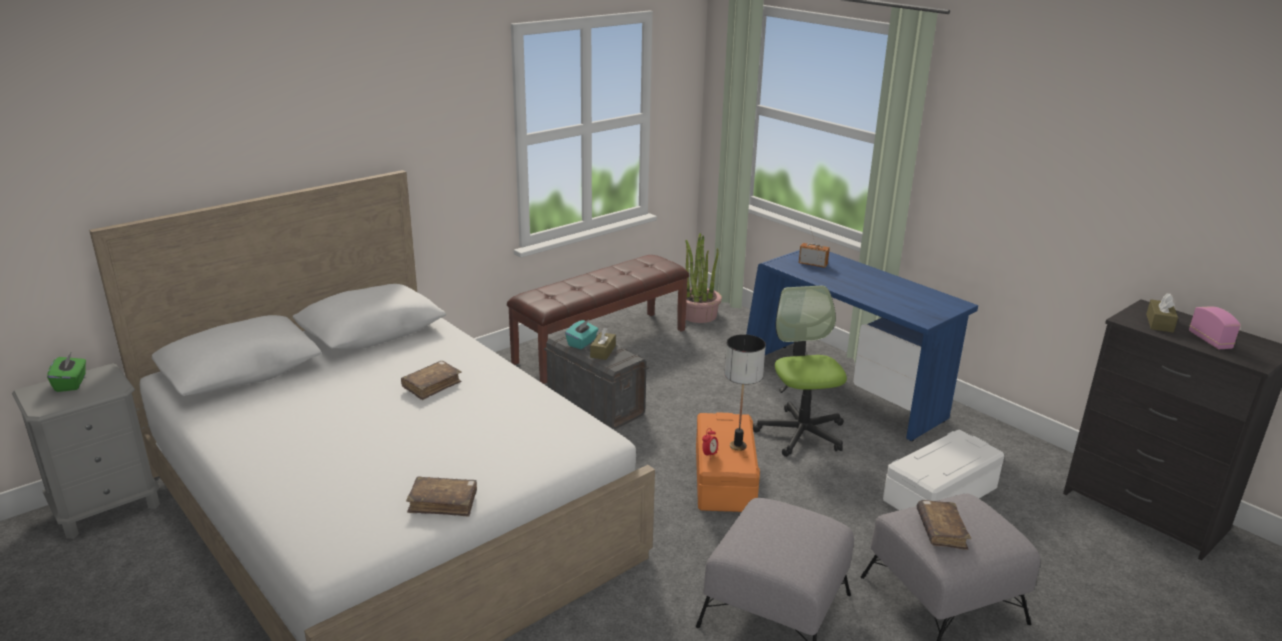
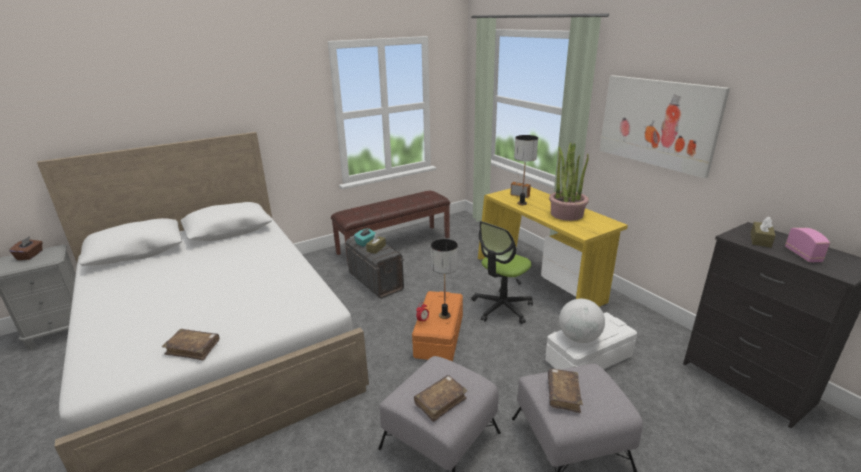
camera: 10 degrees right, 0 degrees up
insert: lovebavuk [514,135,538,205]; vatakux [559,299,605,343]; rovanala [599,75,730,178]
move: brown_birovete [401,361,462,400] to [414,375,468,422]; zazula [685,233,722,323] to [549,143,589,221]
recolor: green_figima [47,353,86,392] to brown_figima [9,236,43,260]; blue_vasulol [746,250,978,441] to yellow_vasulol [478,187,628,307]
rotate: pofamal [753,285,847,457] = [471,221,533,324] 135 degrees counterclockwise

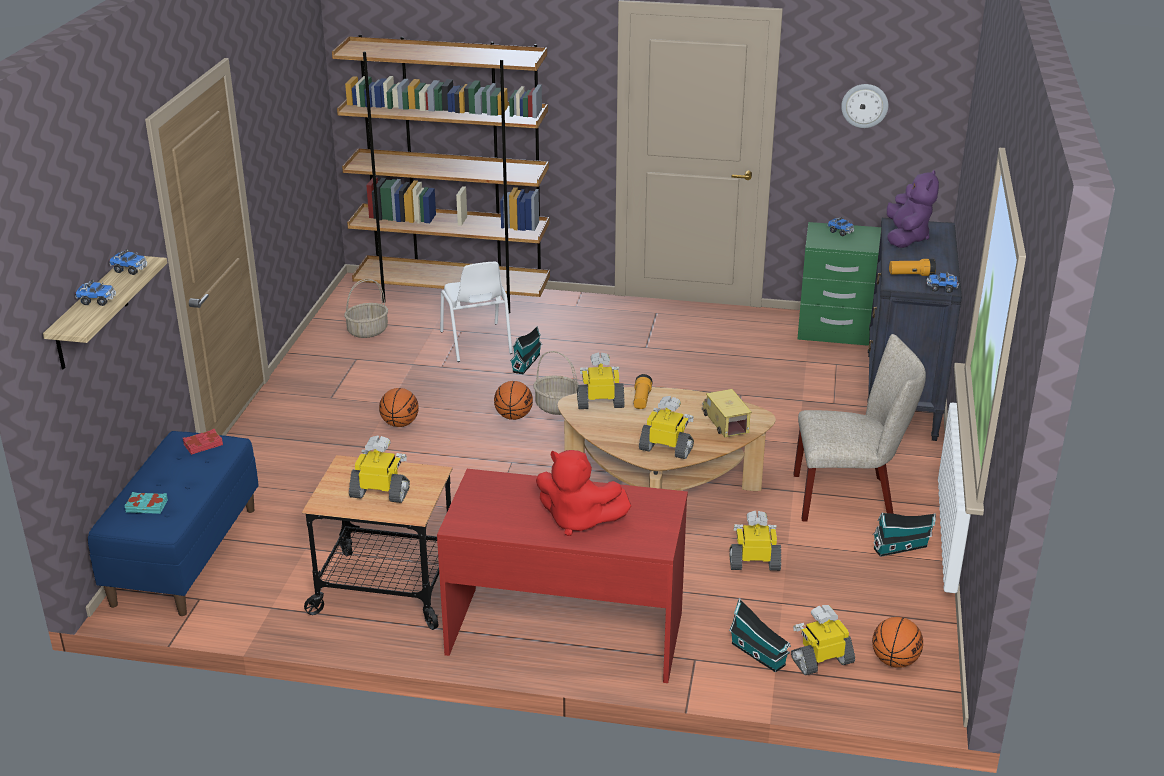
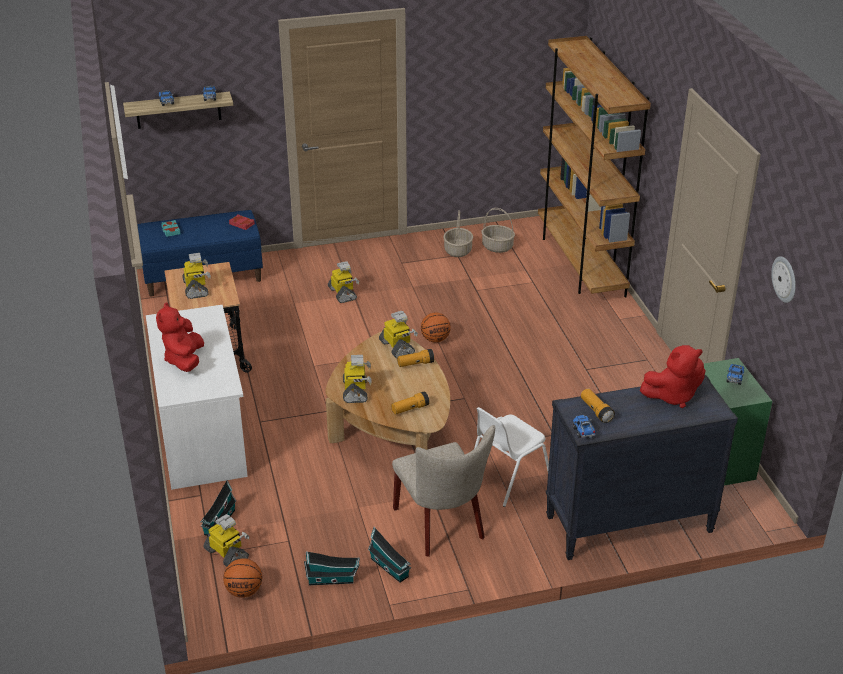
camera: 65 degrees right, 5 degrees up
delete: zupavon [379,388,419,427]
move: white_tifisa [440,262,513,362] to [474,407,549,507]; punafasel [510,326,542,374] to [304,552,360,585]; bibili [534,351,579,415] to [443,211,473,257]; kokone [729,511,781,571] to [328,261,359,303]
replace: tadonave [702,389,752,437] to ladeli [391,391,430,415]
recolor: red_vasulol [437,469,688,683] to white_vasulol [146,305,248,490]; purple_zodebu [887,170,939,248] to red_zodebu [640,345,706,408]

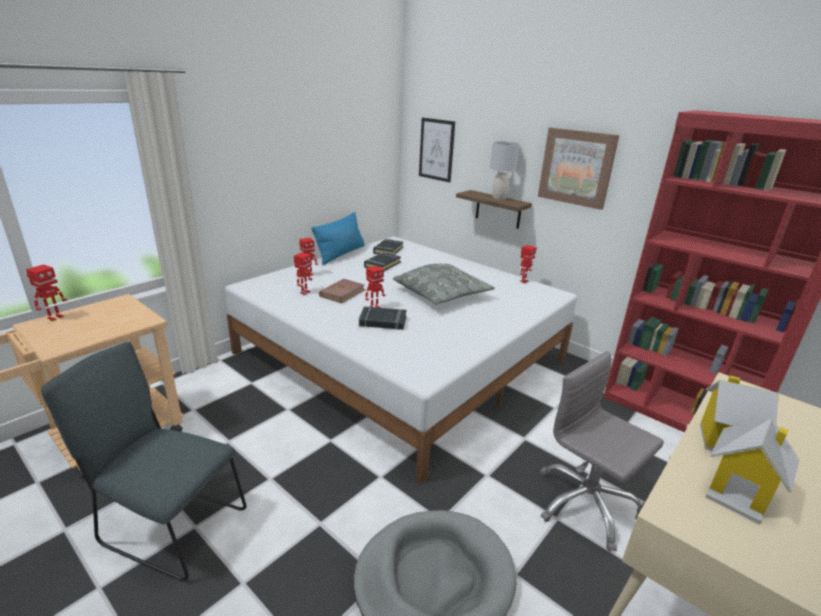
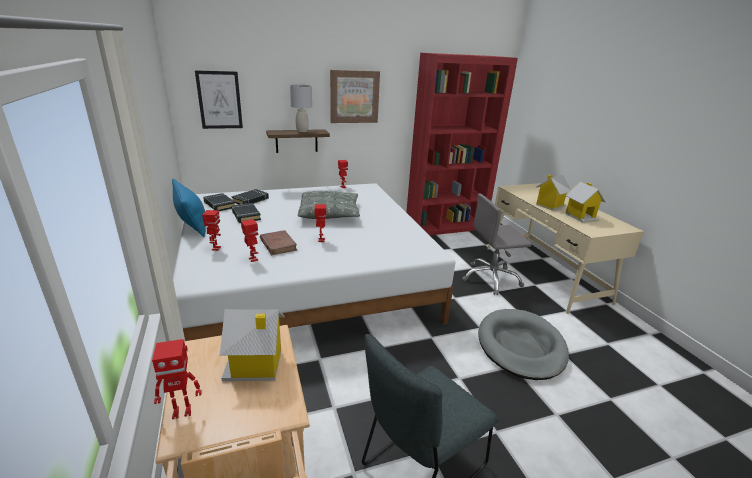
camera: 60 degrees left, 0 degrees up
insert: punafasel [220,309,284,381]
move: black_birovete [359,307,407,330] to [231,189,269,204]
rotate: kokone [26,264,67,321] = [152,339,202,419] 105 degrees clockwise

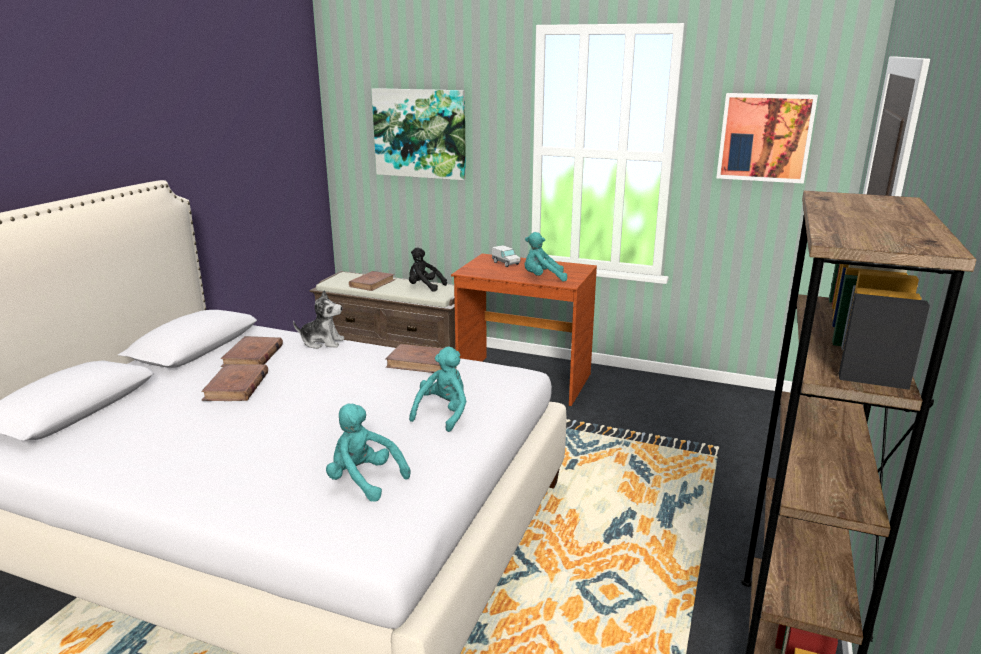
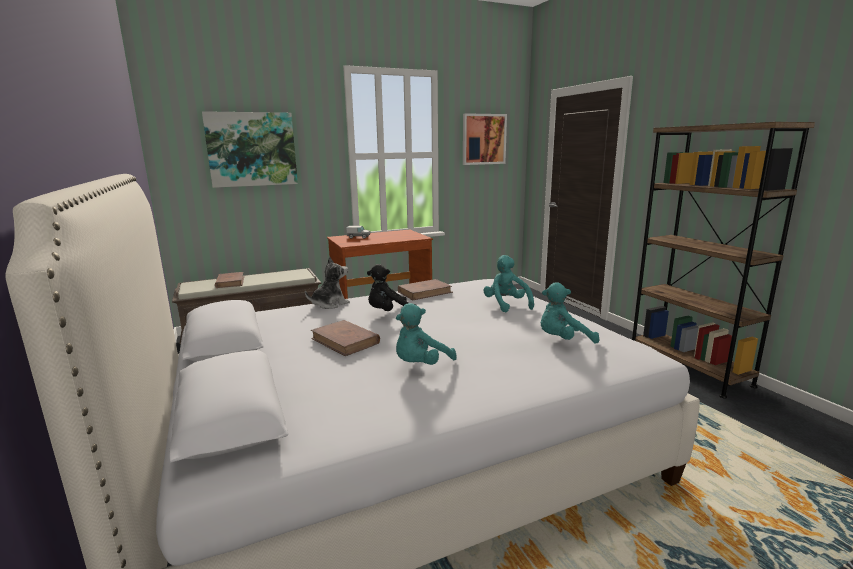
camera: 45 degrees left, 5 degrees down
delete: brown_birovete [221,336,283,367]
move: black_zodebu [409,248,447,292] to [367,264,416,311]; turquoise_zodebu [524,232,567,282] to [396,303,457,365]

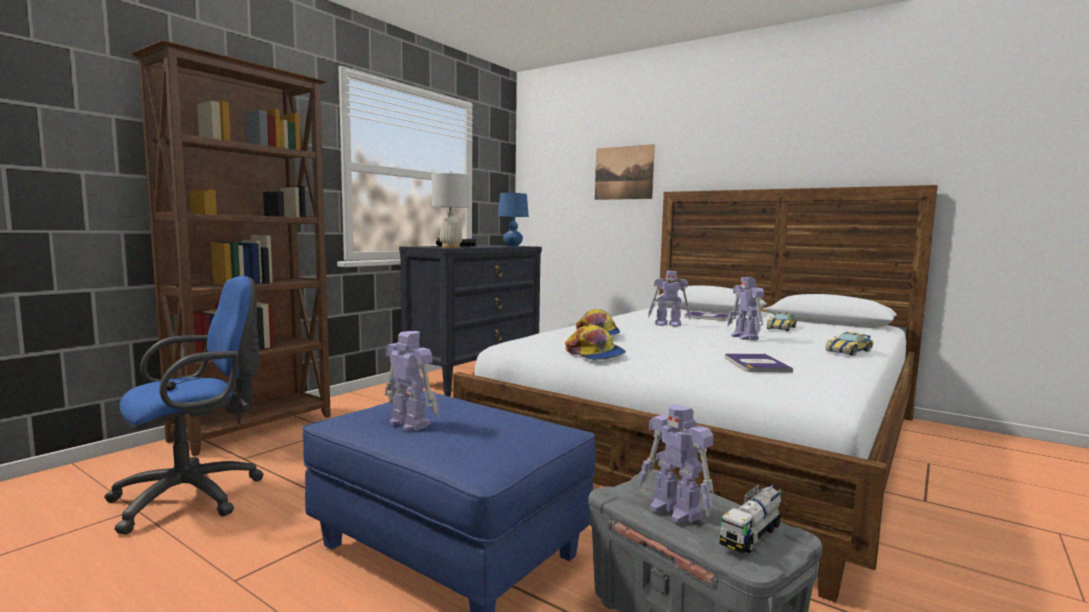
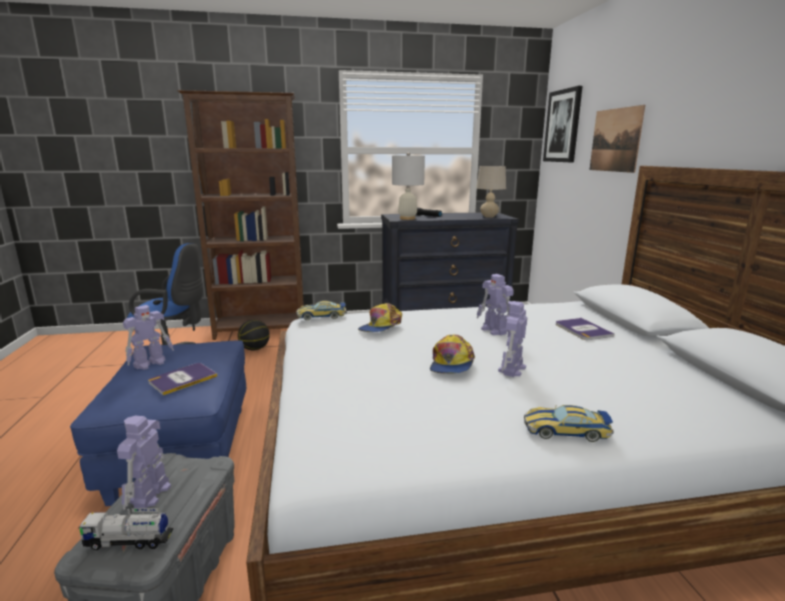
camera: 45 degrees right, 10 degrees up
insert: zupavon [238,320,270,350]; rovanala [543,86,583,162]
move: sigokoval [565,325,626,360] to [430,335,475,374]; birovete [725,353,793,373] to [148,363,217,395]; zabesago [767,313,797,331] to [296,301,347,320]
recolor: blue_lovebavuk [498,193,529,246] to beige_lovebavuk [476,166,506,218]
rotate: kokone [385,331,439,431] = [123,305,174,370] 45 degrees clockwise

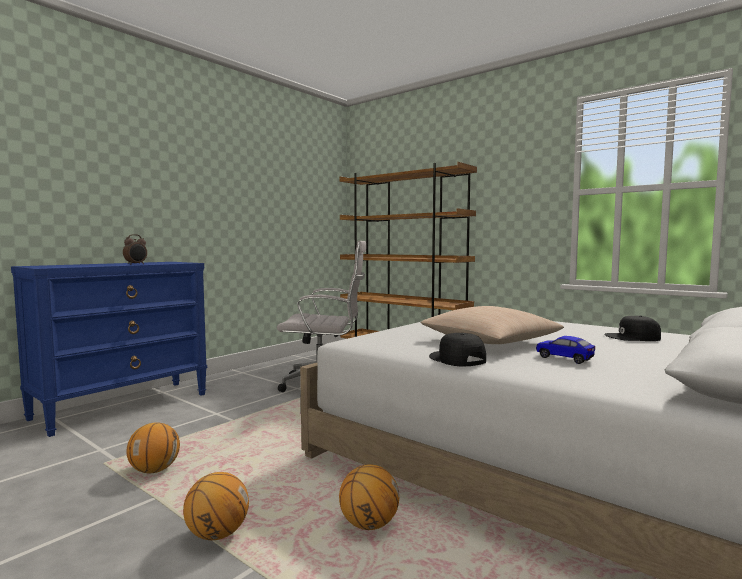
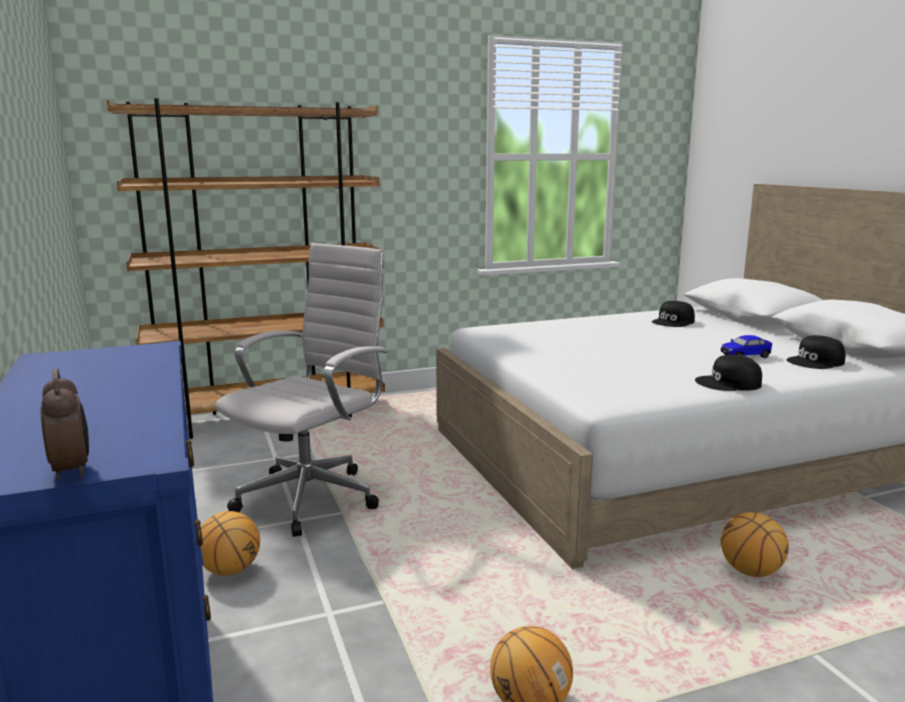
camera: 60 degrees left, 10 degrees up
delete: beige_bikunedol [421,306,564,344]
insert: black_sigokoval [786,335,845,369]
move: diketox [123,234,147,264] to [40,369,89,479]; zupavon [183,472,249,540] to [200,511,260,576]

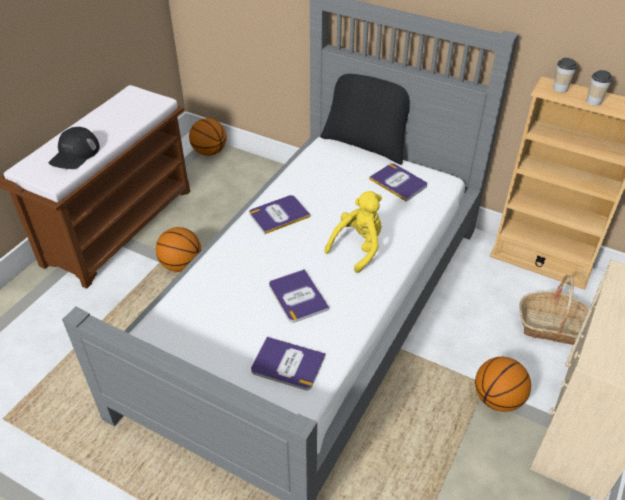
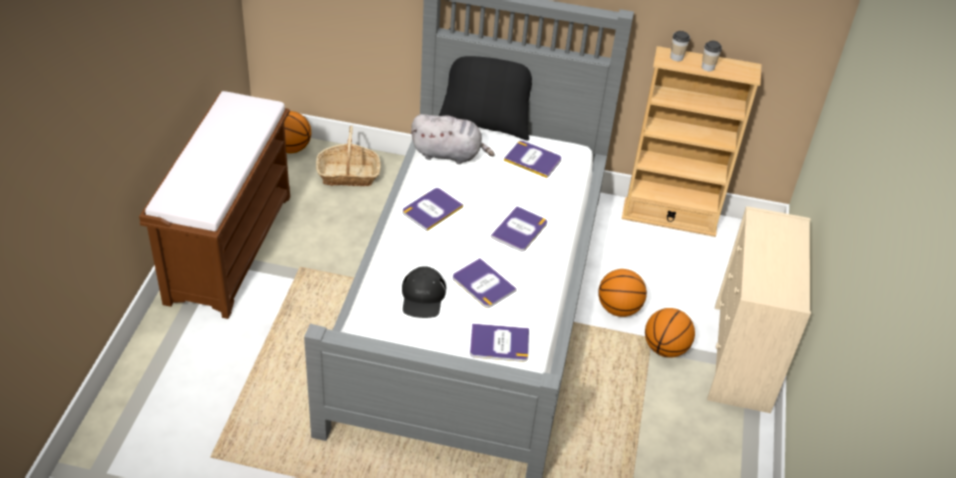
camera: 20 degrees left, 0 degrees up
insert: grey_zodebu [411,114,495,164]
move: black_sigokoval [49,127,100,169] to [402,266,446,318]; zupavon [156,227,201,272] to [598,269,647,317]; bibili [520,275,589,345] to [316,125,381,186]
replace: yellow_zodebu [324,191,382,273] to birovete [491,206,547,251]

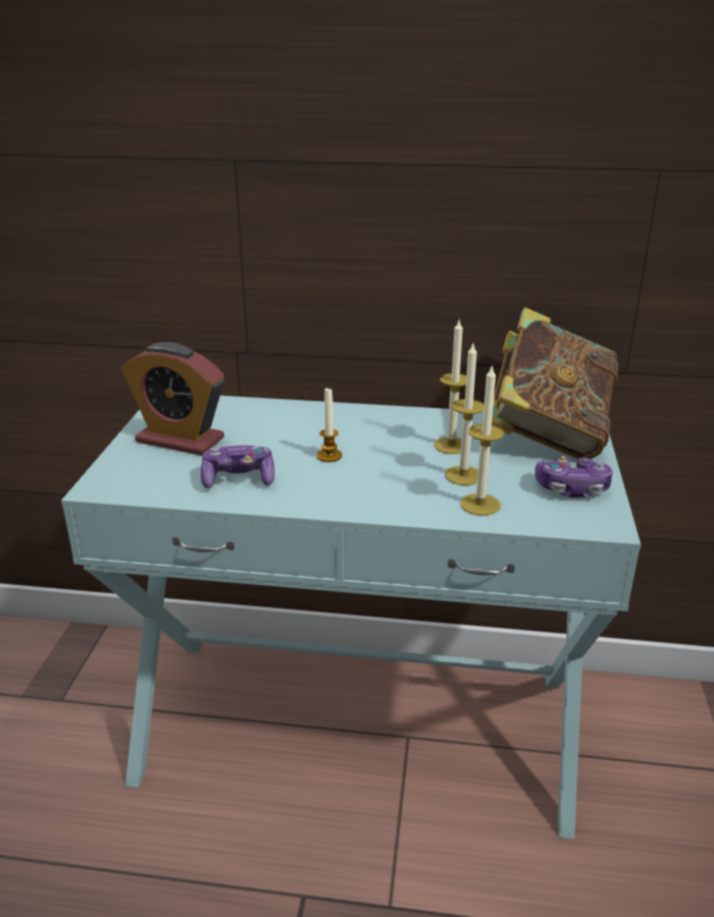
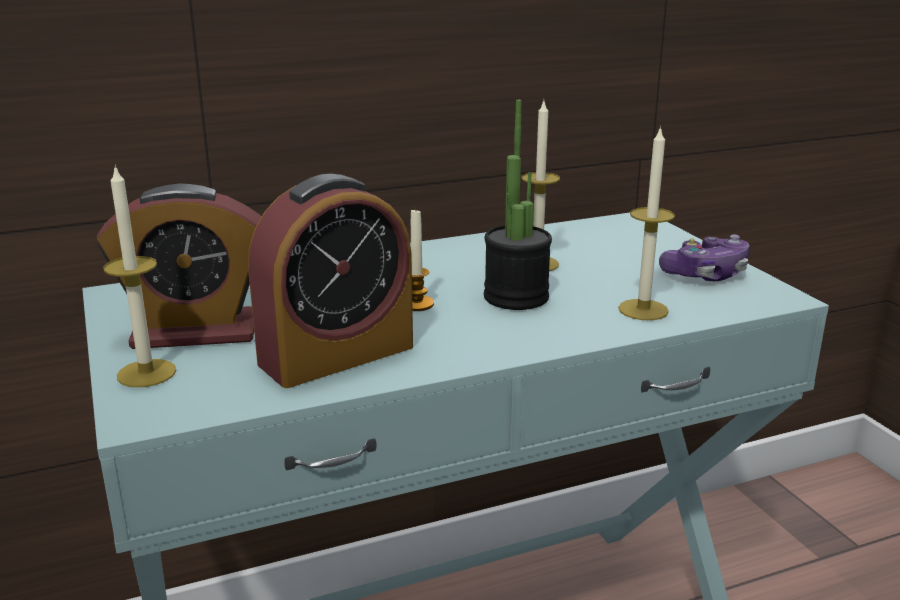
camera: 30 degrees left, 5 degrees down
delete: birovete [482,307,618,459]
insert: zazula [484,100,552,310]
move: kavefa [445,344,484,485] to [104,164,176,387]
replace: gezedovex [201,445,275,488] to diketox [248,174,413,388]

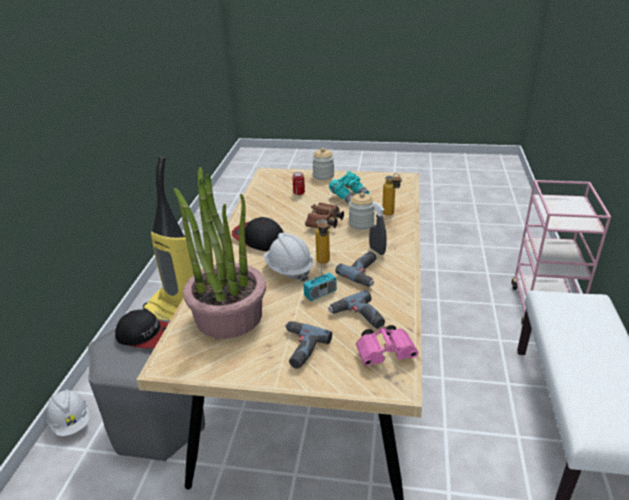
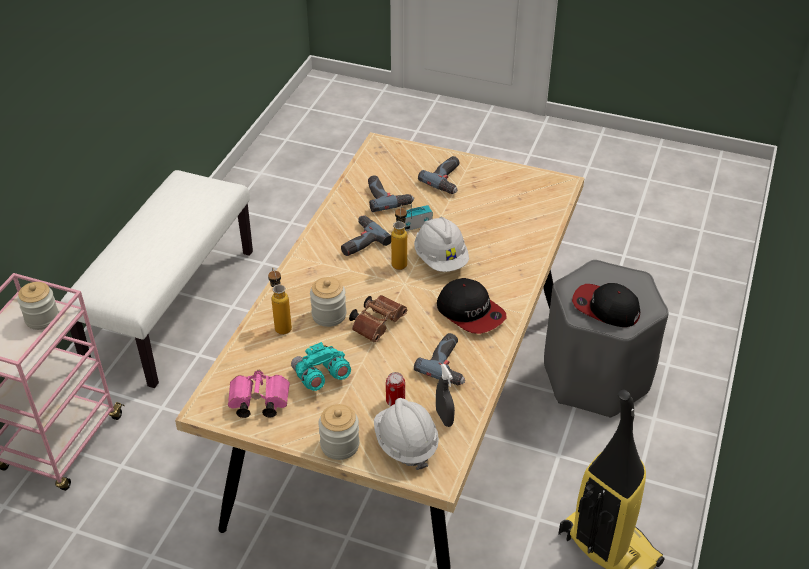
camera: 170 degrees left, 10 degrees up
delete: zazula [174,167,266,339]
insert: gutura [17,282,59,330]; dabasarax [414,333,465,385]
move: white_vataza [46,389,90,436] to [374,398,439,470]; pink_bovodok [356,325,419,366] to [228,370,290,418]; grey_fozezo [369,202,387,255] to [436,364,455,427]

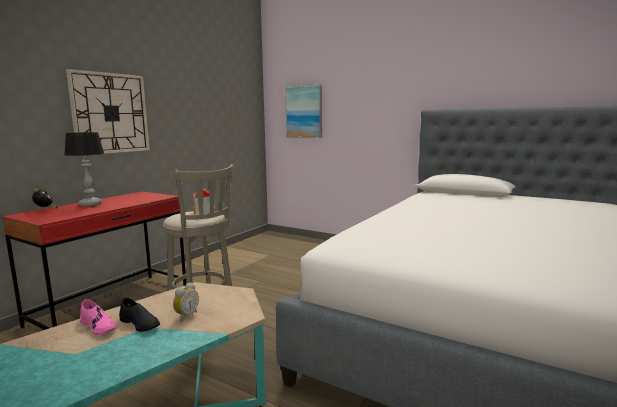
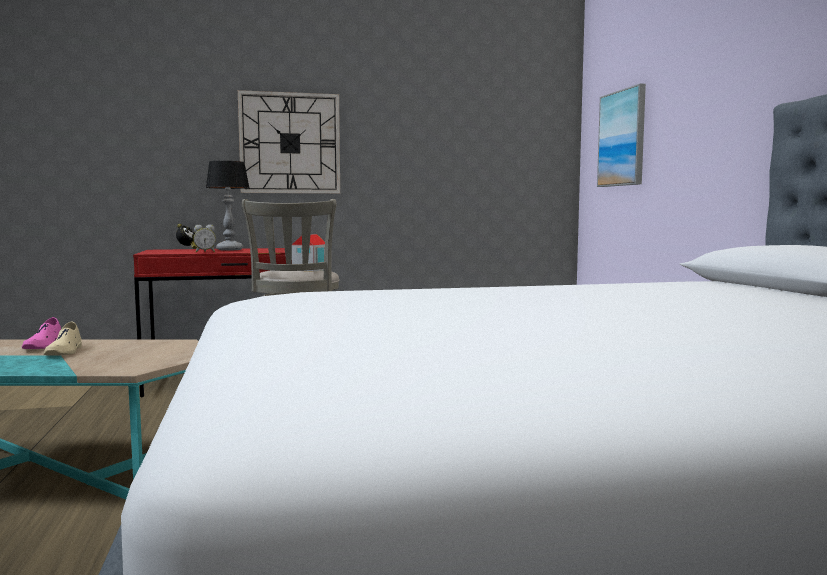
camera: 45 degrees right, 5 degrees down
move: diketox [173,282,199,321] to [193,225,216,253]
recolor: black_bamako [119,297,160,332] to beige_bamako [44,321,82,355]

